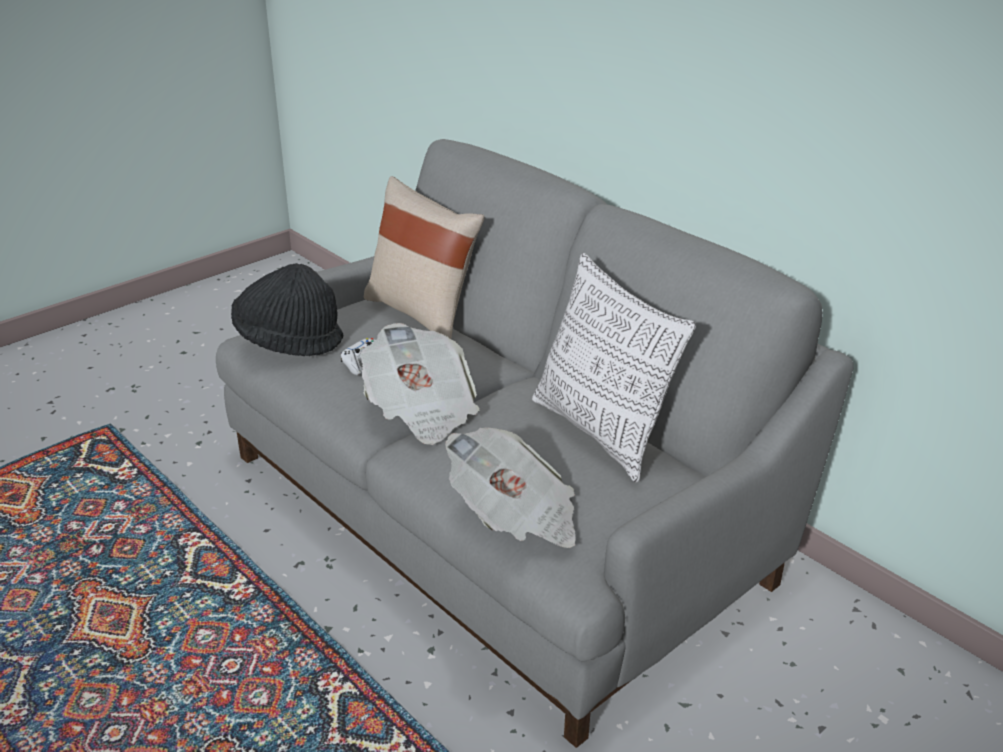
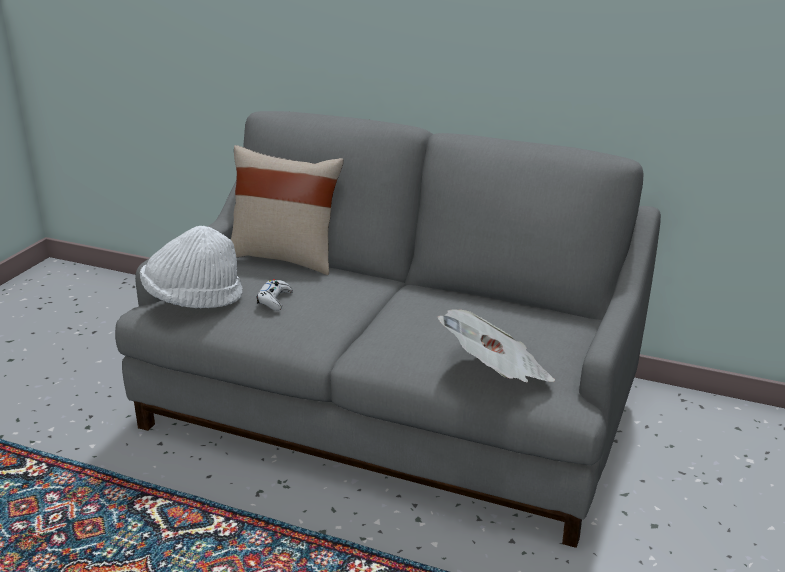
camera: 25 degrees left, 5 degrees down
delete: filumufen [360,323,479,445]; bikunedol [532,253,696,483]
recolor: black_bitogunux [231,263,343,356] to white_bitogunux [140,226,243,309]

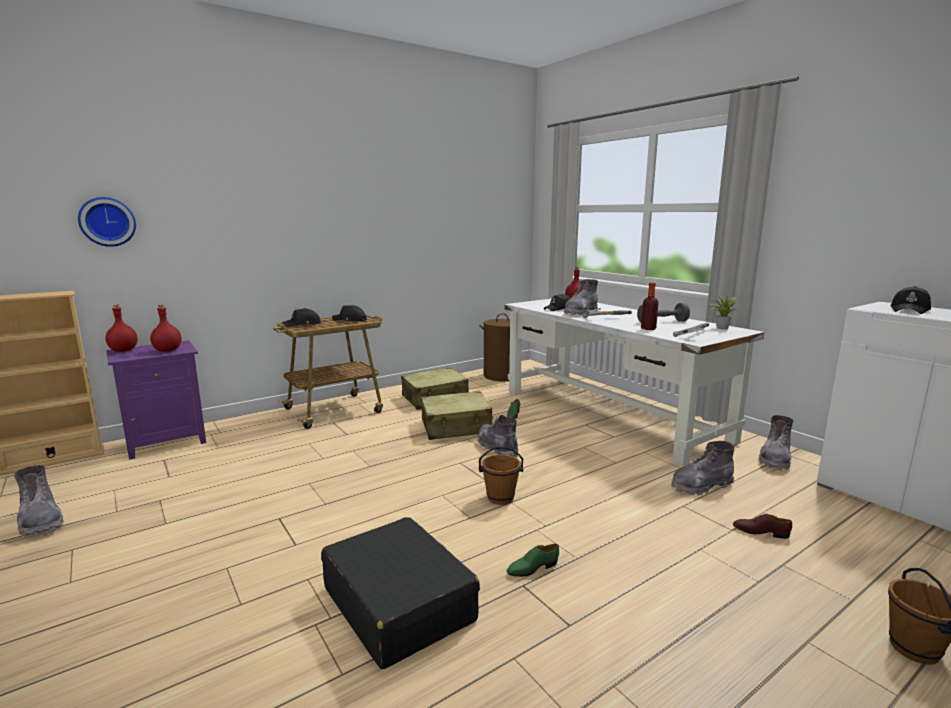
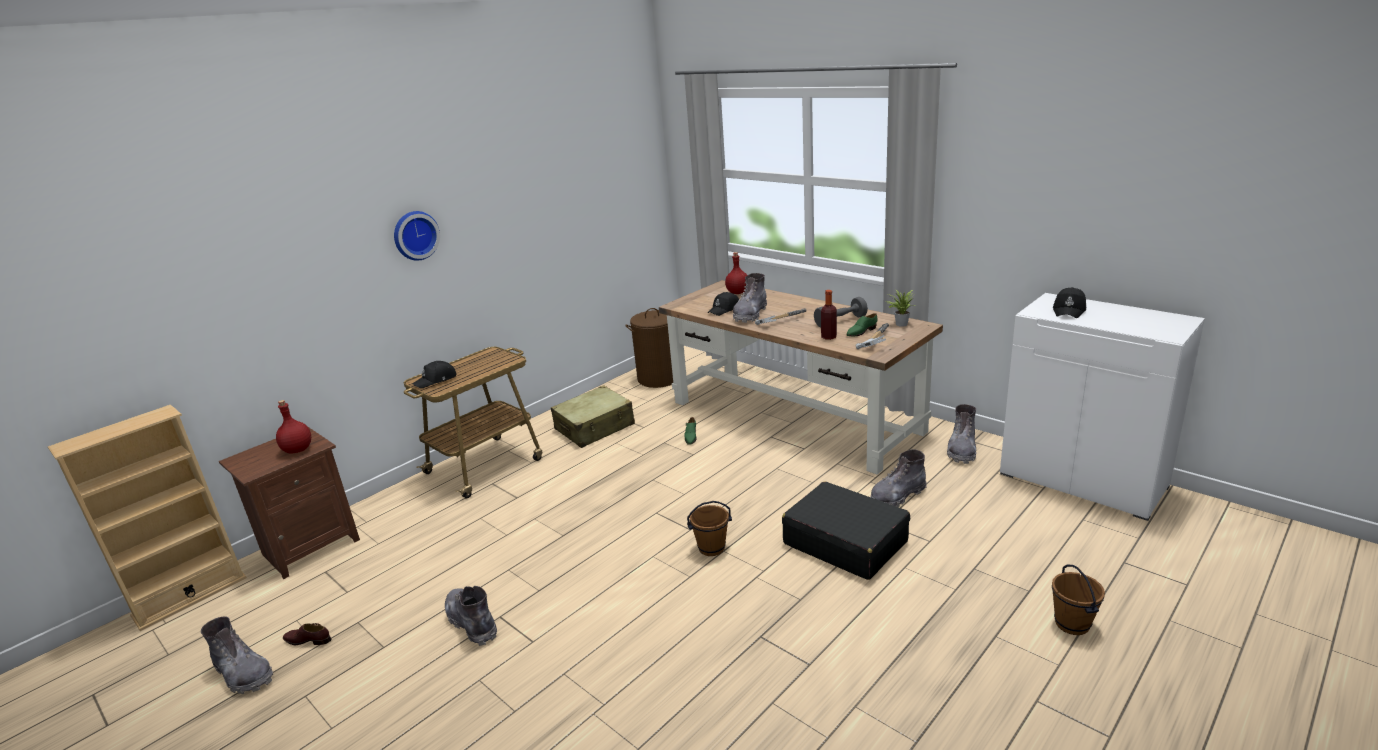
camera: 10 degrees left, 10 degrees up
delete: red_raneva [106,304,138,352]; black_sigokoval [332,305,367,322]; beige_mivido [421,391,493,440]
move: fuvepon [78,197,136,247] to [394,211,440,261]; black_mivido [321,517,480,669] to [782,481,910,580]; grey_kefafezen [478,415,518,458] to [445,586,497,646]; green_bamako [507,544,559,577] to [846,313,878,336]; brown_bamako [733,514,792,539] to [283,623,331,645]
recolor: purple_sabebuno [106,340,206,460] to brown_sabebuno [219,426,360,579]; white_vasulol [504,299,765,466] to brown_vasulol [659,280,943,475]

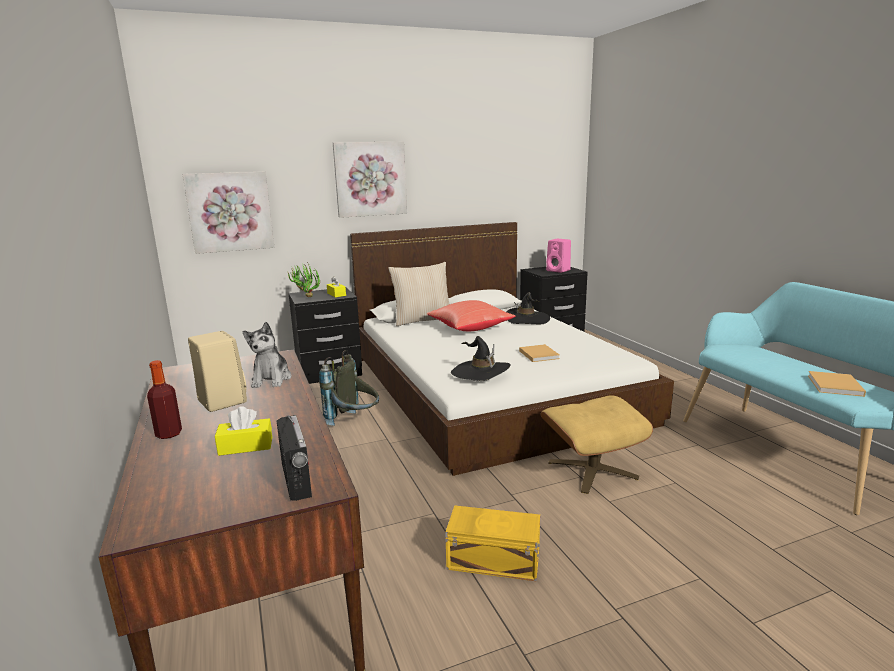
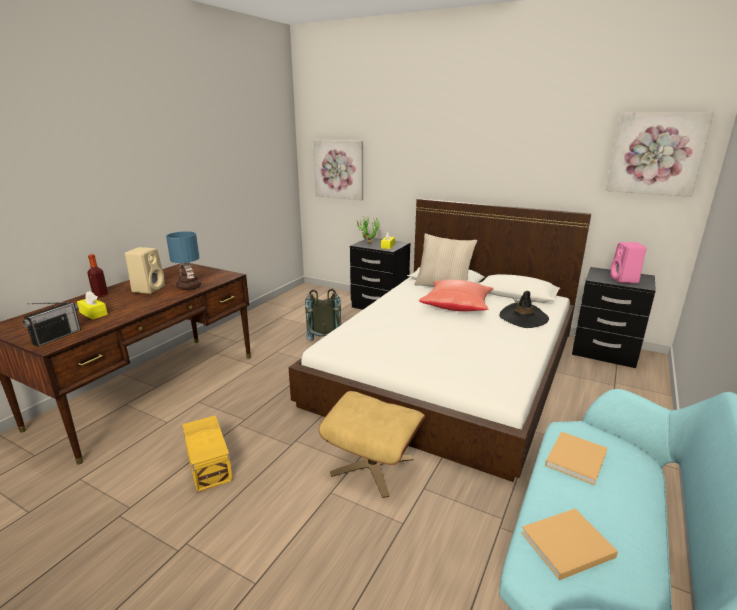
camera: 50 degrees right, 5 degrees up
delete: black_bitogunux [451,336,511,381]
move: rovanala [333,142,407,218] to [606,112,714,197]; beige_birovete [519,344,560,362] to [545,431,608,486]
replace: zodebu [243,322,292,388] to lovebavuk [166,231,201,290]

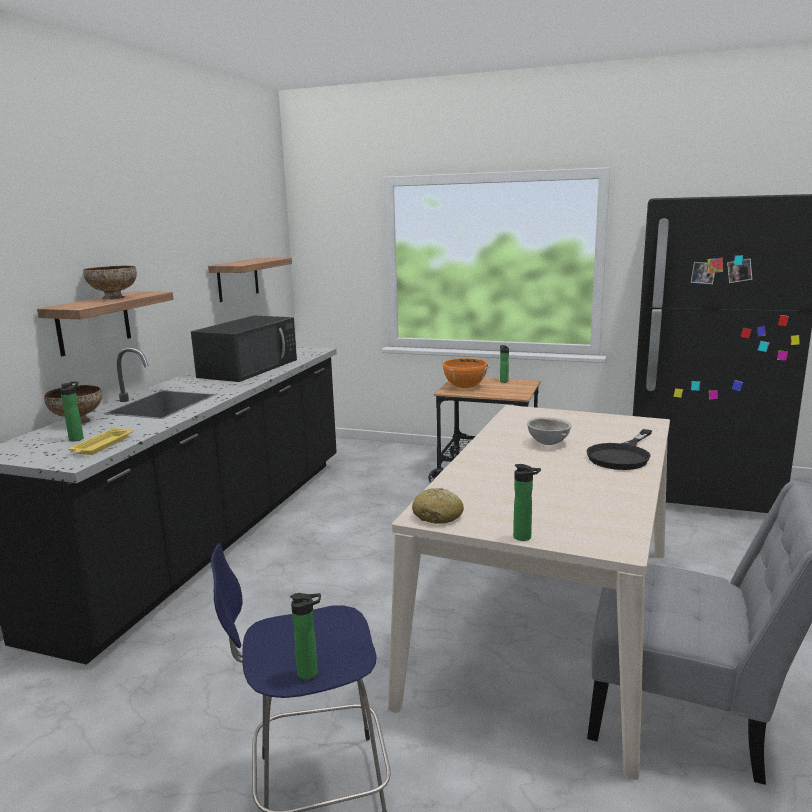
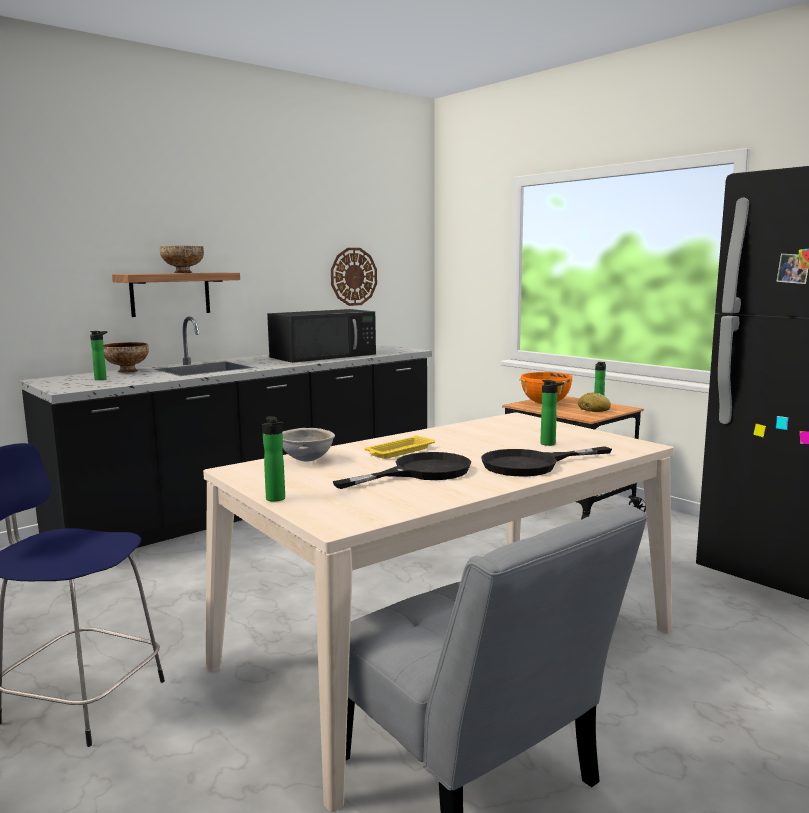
camera: 30 degrees right, 5 degrees down
insert: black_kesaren [332,452,471,489]
move: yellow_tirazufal [68,428,133,455] to [365,435,435,459]; raneva [290,593,321,679] to [540,380,564,446]; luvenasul [412,488,464,524] to [578,393,611,412]; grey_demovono [527,417,572,445] to [283,428,335,462]
replace: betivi [208,258,292,302] to fuvepon [331,248,377,306]

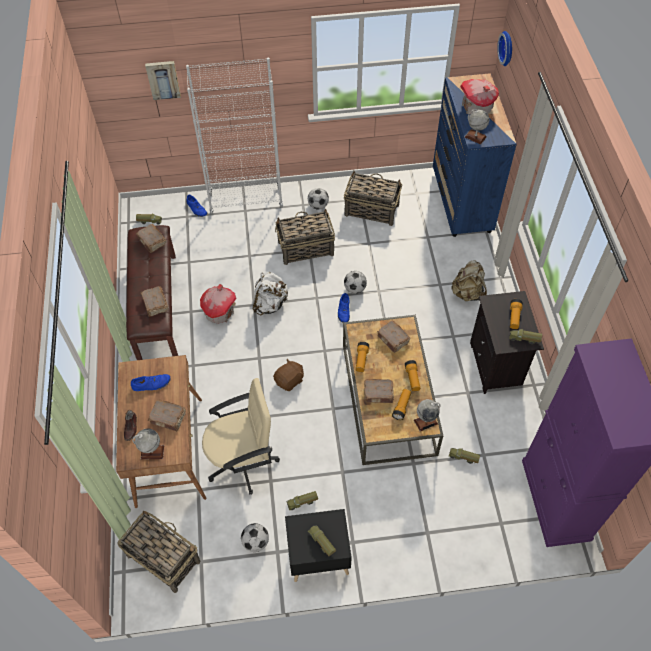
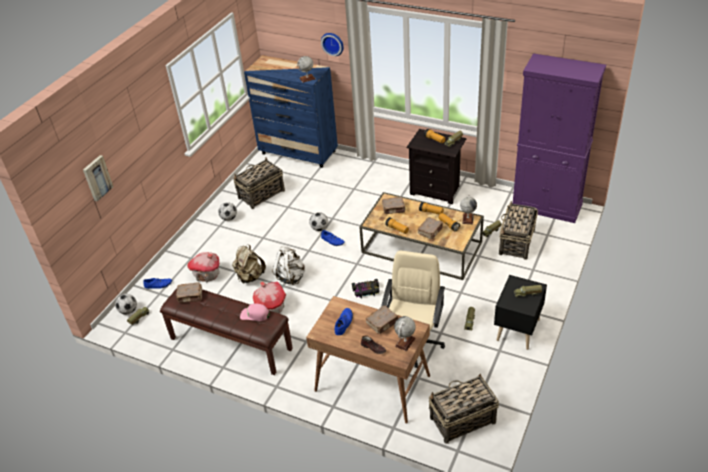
camera: 55 degrees left, 15 degrees down
delete: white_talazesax [186,58,283,215]
move: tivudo [241,523,269,552] to [115,294,137,315]; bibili [275,209,335,265] to [499,201,538,260]; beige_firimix [451,260,487,301] to [232,245,266,284]; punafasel [460,79,499,114] to [187,252,220,283]; fuvepon [497,31,512,66] to [321,33,344,56]
replace: brown_birovete [140,286,169,317] to pink_sigokoval [240,303,270,321]; brown_zodebu [273,359,304,391] to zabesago [352,279,379,299]

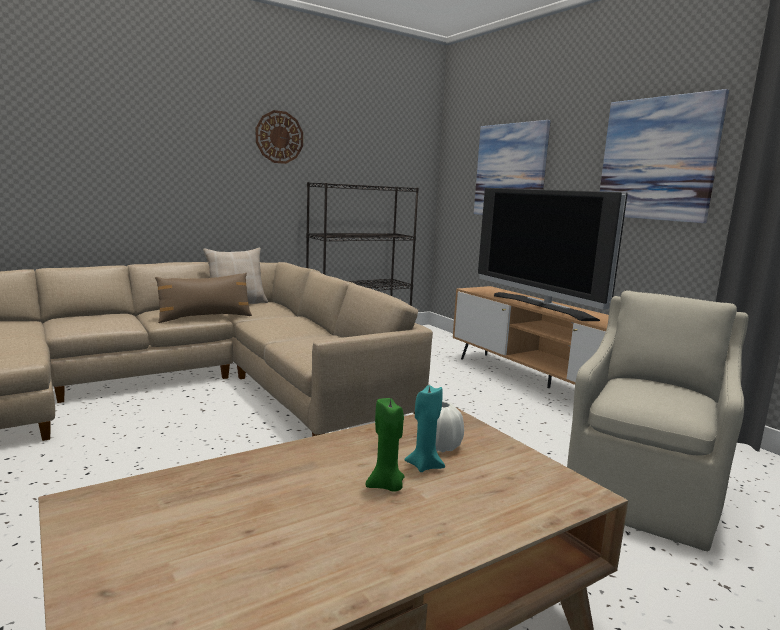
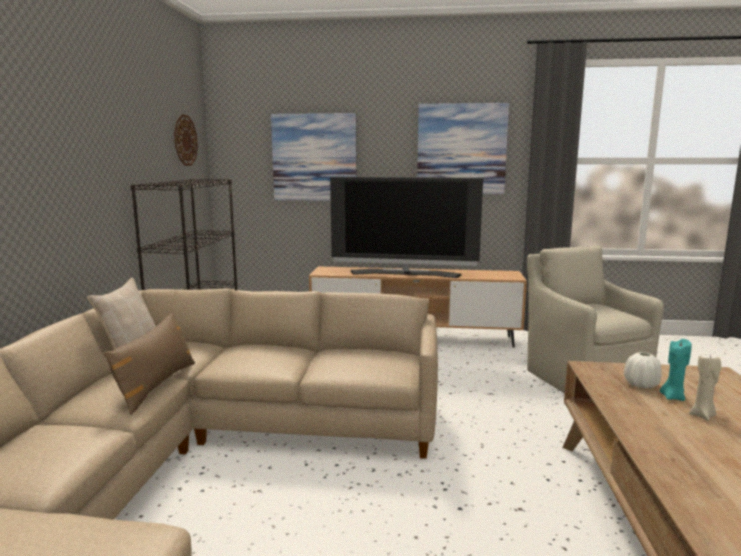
camera: 50 degrees left, 0 degrees up
move: fuvepon [256,110,303,164] to [174,114,198,166]
recolor: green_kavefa [366,398,405,492] to beige_kavefa [689,355,721,421]

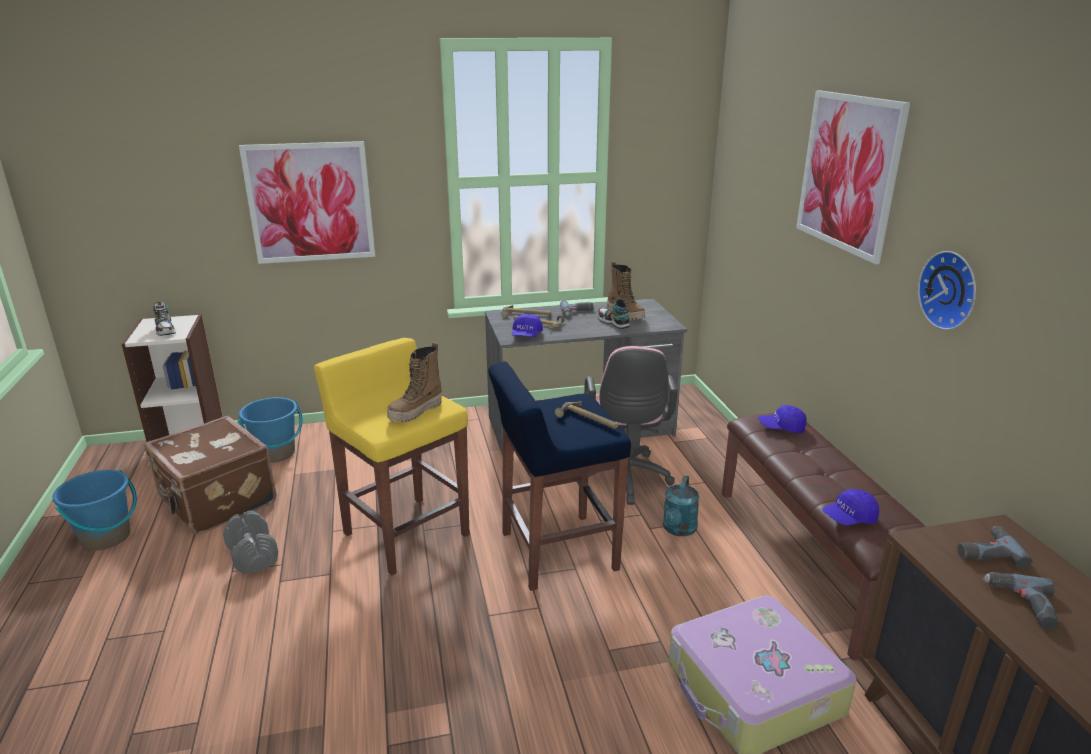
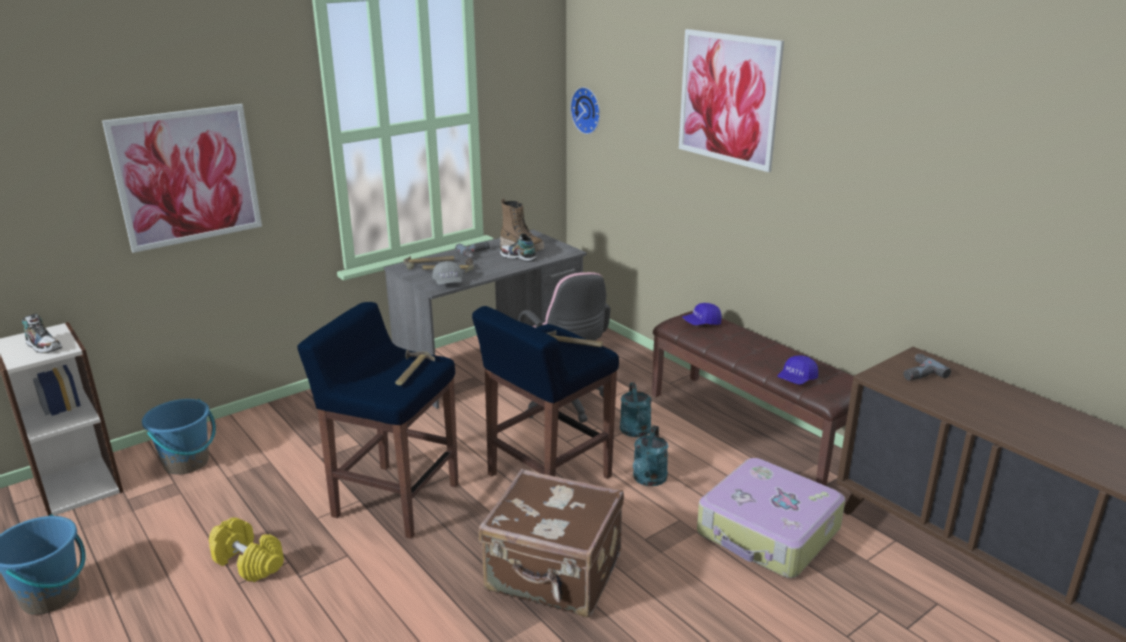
camera: 25 degrees left, 0 degrees up
delete: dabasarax [984,572,1059,630]
insert: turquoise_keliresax [633,425,668,486]
move: brown_mivido [145,416,277,535] to [479,469,624,617]; fuvepon [918,251,976,330] to [570,87,600,134]
replace: kefafezen [387,342,442,422] to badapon [395,350,435,385]
recolor: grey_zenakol [223,511,278,574] to yellow_zenakol [209,518,284,582]; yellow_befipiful [314,338,469,576] to blue_befipiful [297,302,458,539]; blue_sigokoval [512,314,543,337] to grey_sigokoval [432,261,463,285]

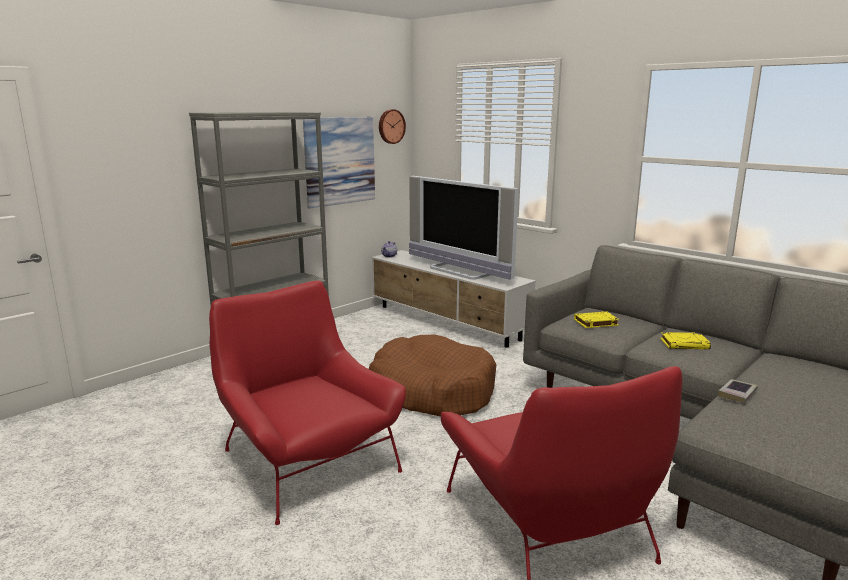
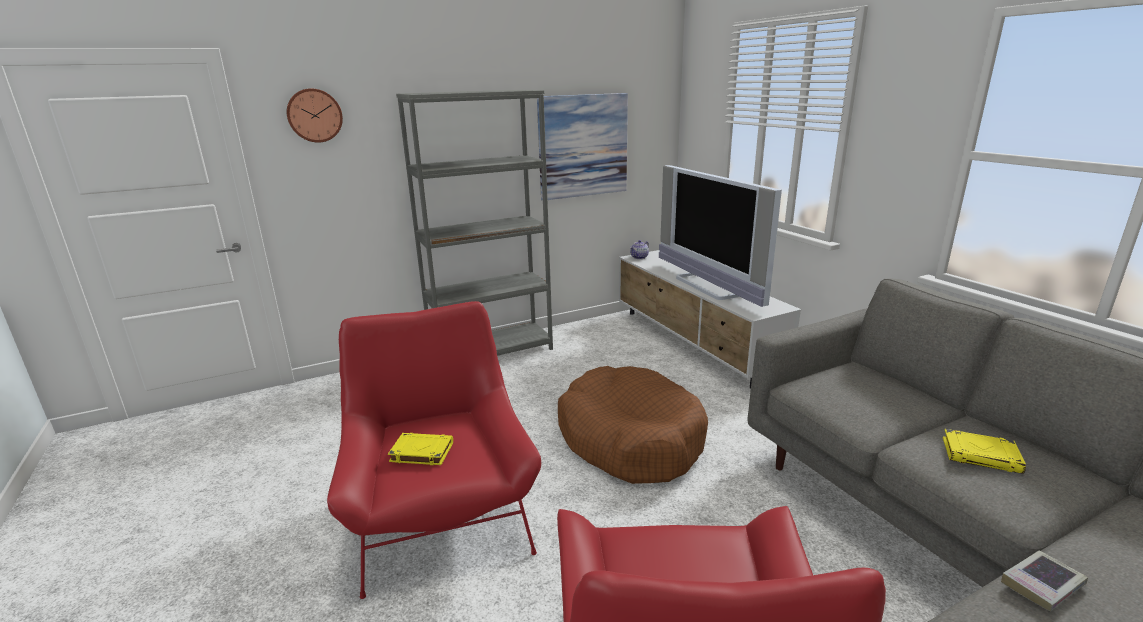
camera: 20 degrees right, 5 degrees up
move: fuvepon [379,109,406,144] to [287,88,343,143]; yellow_birovete [574,312,619,328] to [388,433,453,465]

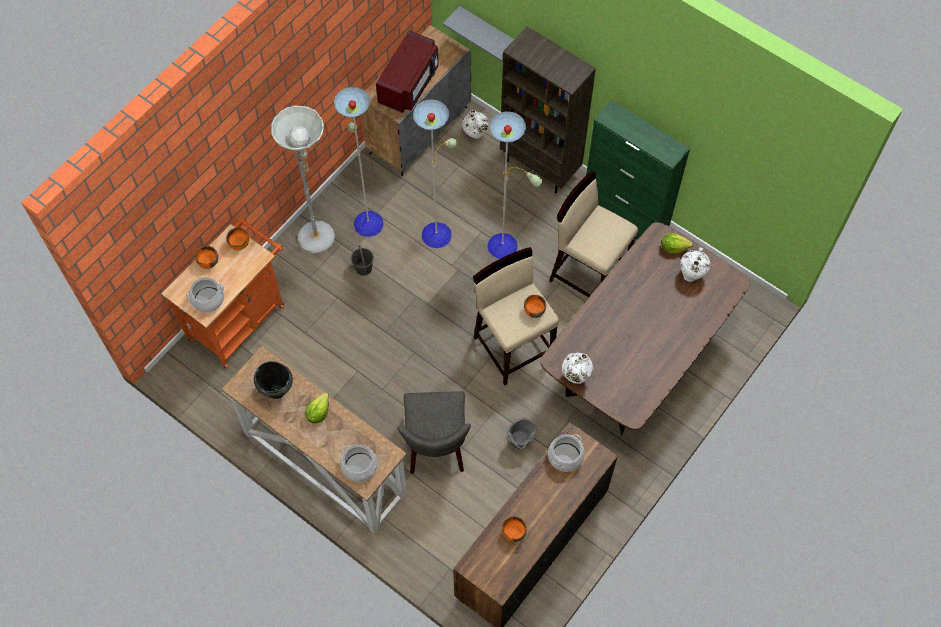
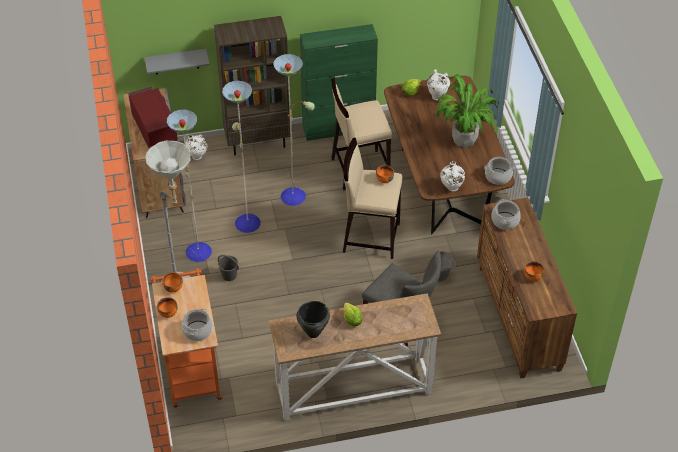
camera: 50 degrees left, 15 degrees down
insert: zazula [437,74,500,148]
move: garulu [340,444,377,482] to [484,157,515,185]

